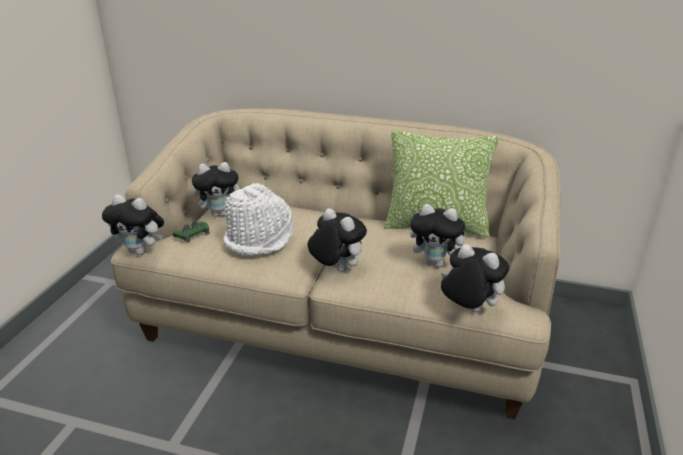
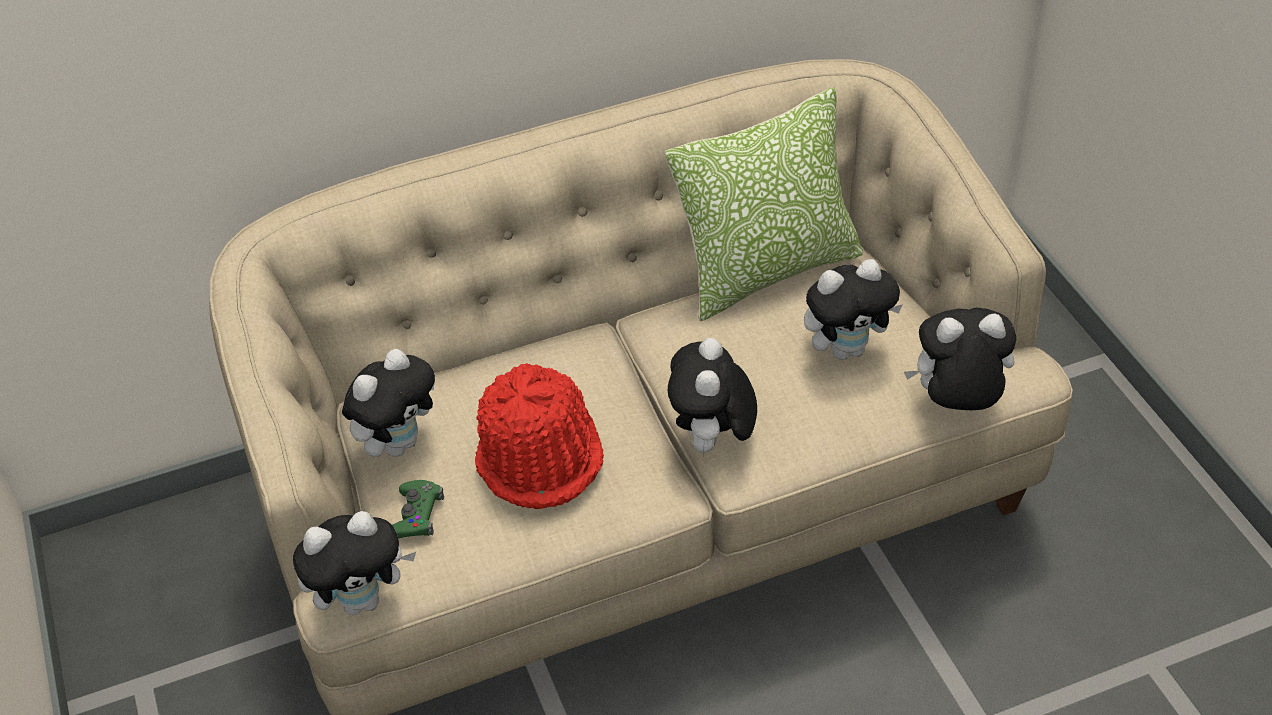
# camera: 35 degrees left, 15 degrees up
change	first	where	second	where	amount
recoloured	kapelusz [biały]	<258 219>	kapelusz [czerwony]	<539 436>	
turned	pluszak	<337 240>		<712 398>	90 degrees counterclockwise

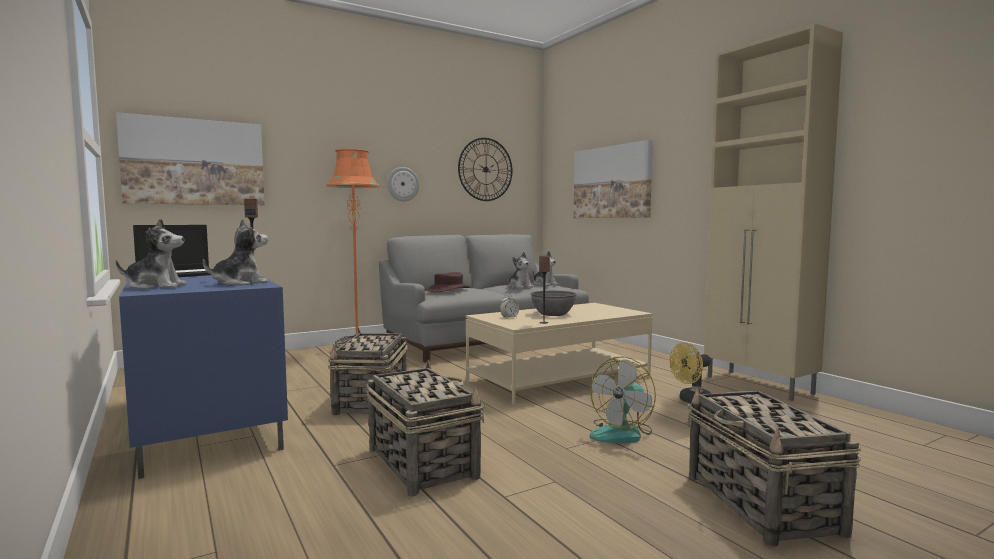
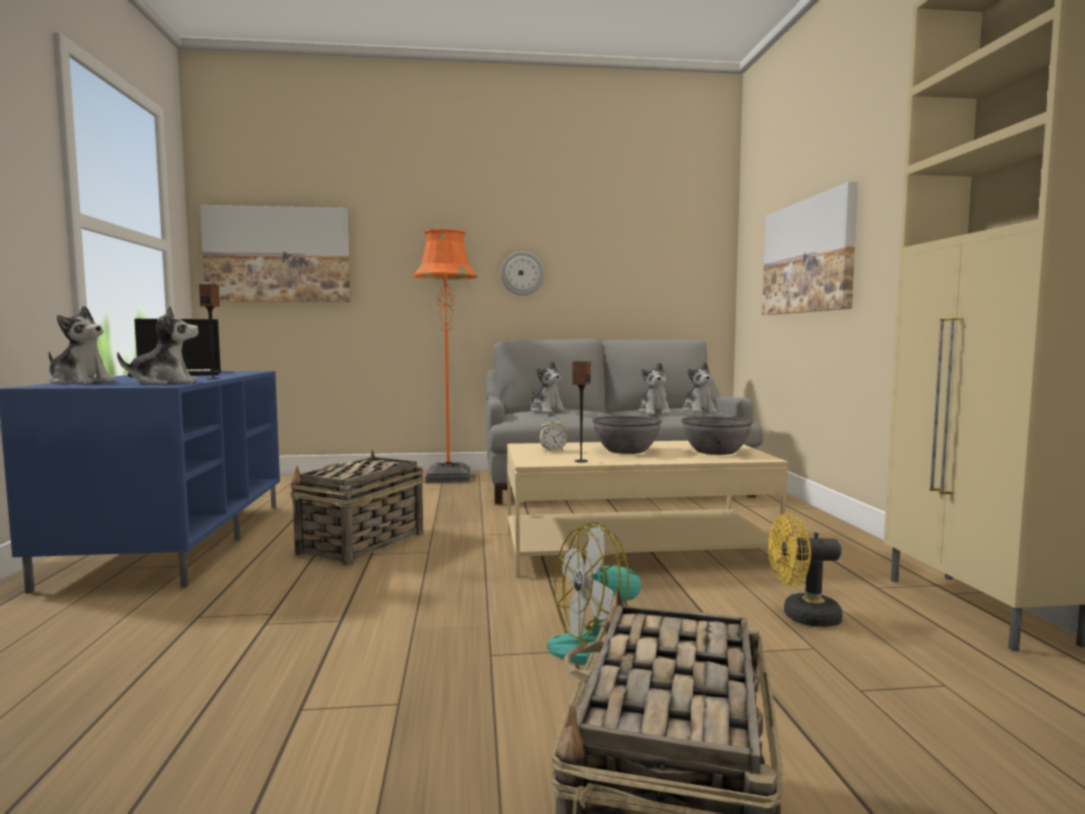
# camera: 25 degrees right, 0 degrees up
change	first	where	second	where	amount
replaced	kapelusz [brązowy]	<448 282>	pluszak	<548 387>	
added			miska [szary]	<717 435>	
removed	koszyk	<425 428>			
removed	zegar ścienny	<485 169>			

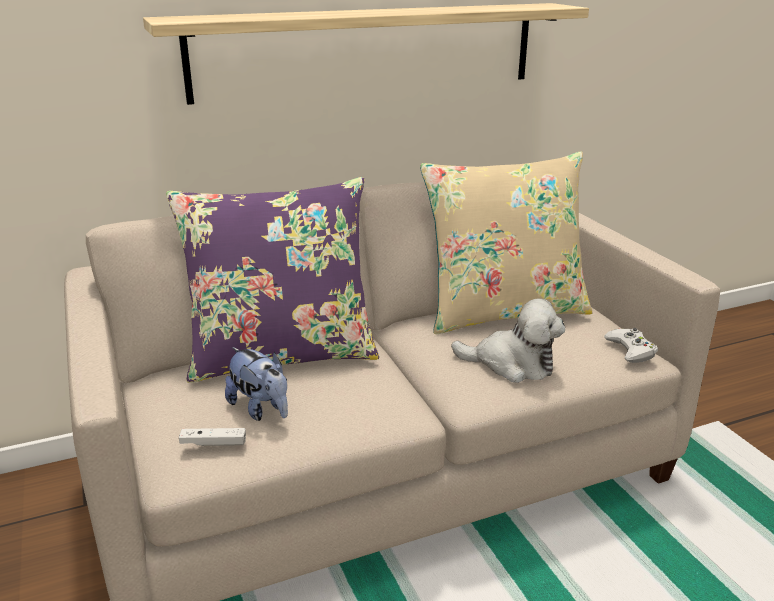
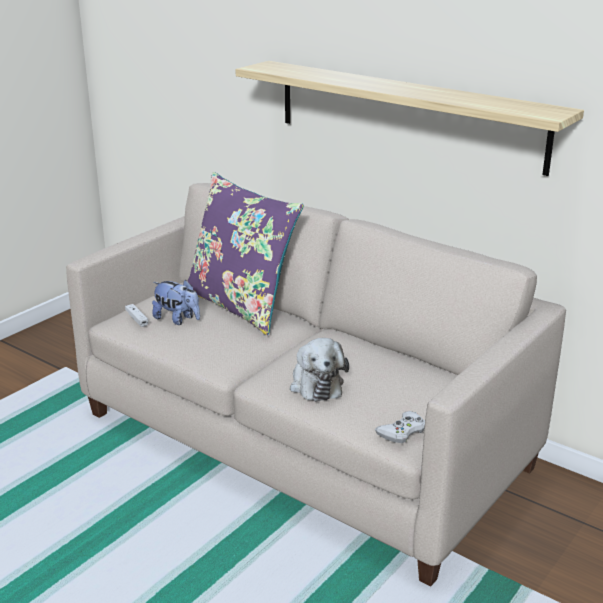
# camera: 60 degrees right, 0 degrees up
change	first	where	second	where	amount
turned	pluszak	<256 384>		<176 302>	75 degrees counterclockwise
removed	poduszka [beżowy]	<506 243>			

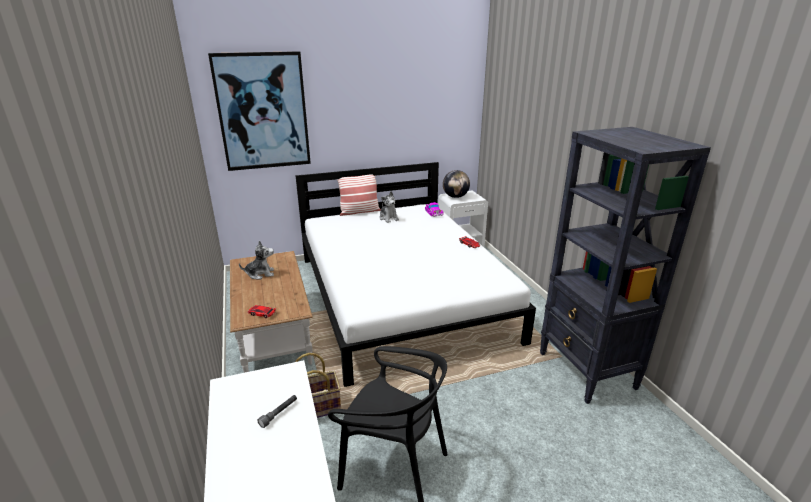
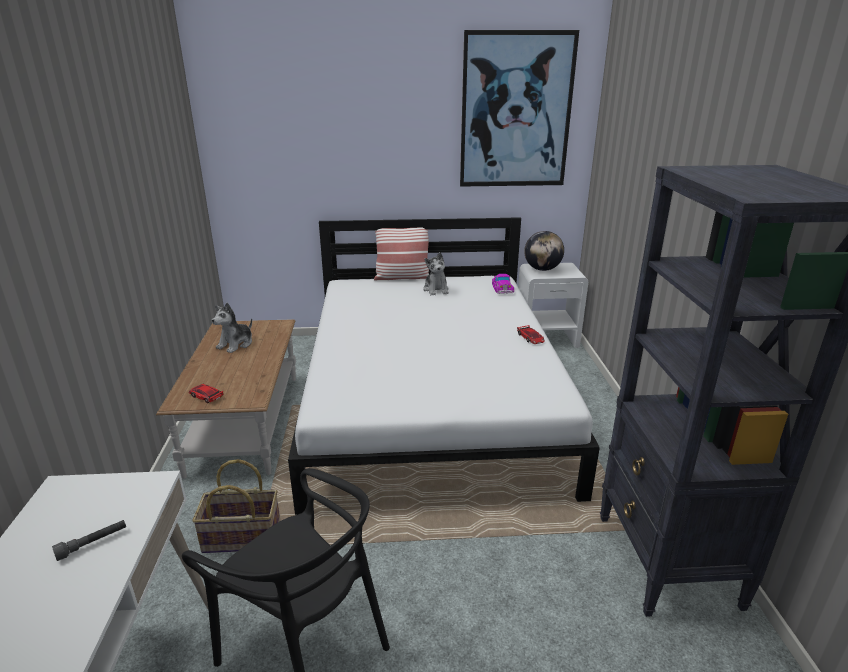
# camera: 15 degrees right, 0 degrees up
change	first	where	second	where	amount
turned	pluszak	<256 259>		<232 328>	120 degrees clockwise
moved	obraz	<259 111>		<519 108>	

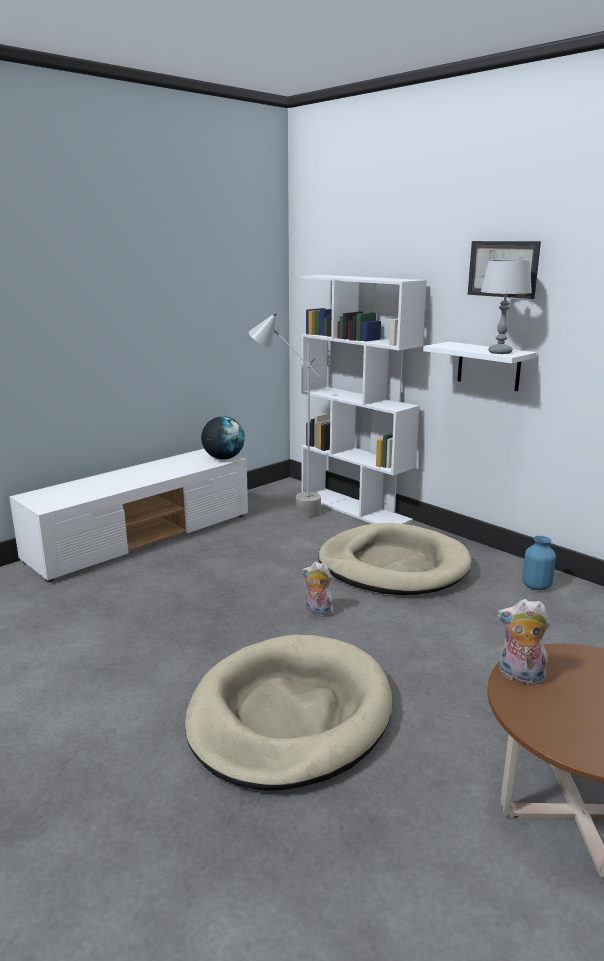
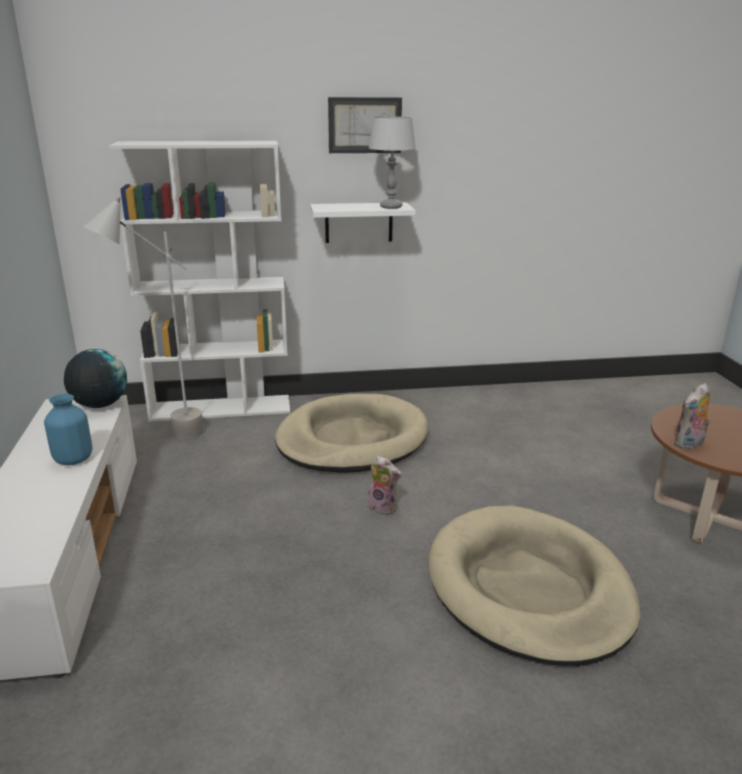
# camera: 55 degrees left, 5 degrees up
change	first	where	second	where	amount
moved	wazon [niebieski]	<539 563>		<68 429>	
turned	pluszak	<318 589>		<384 485>	120 degrees counterclockwise

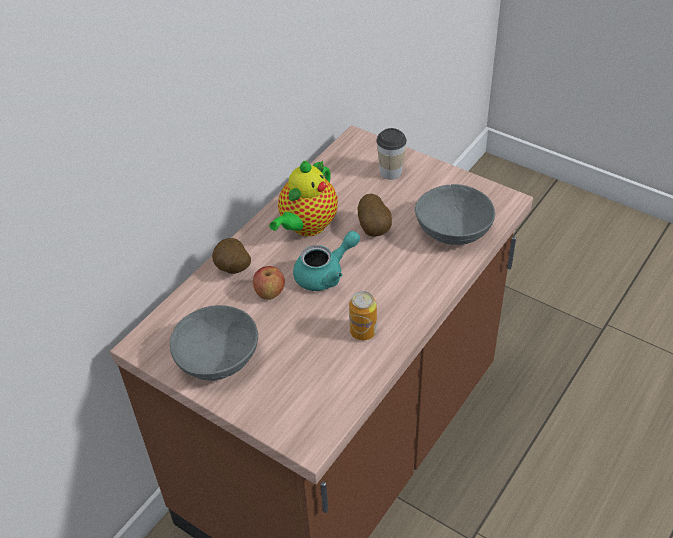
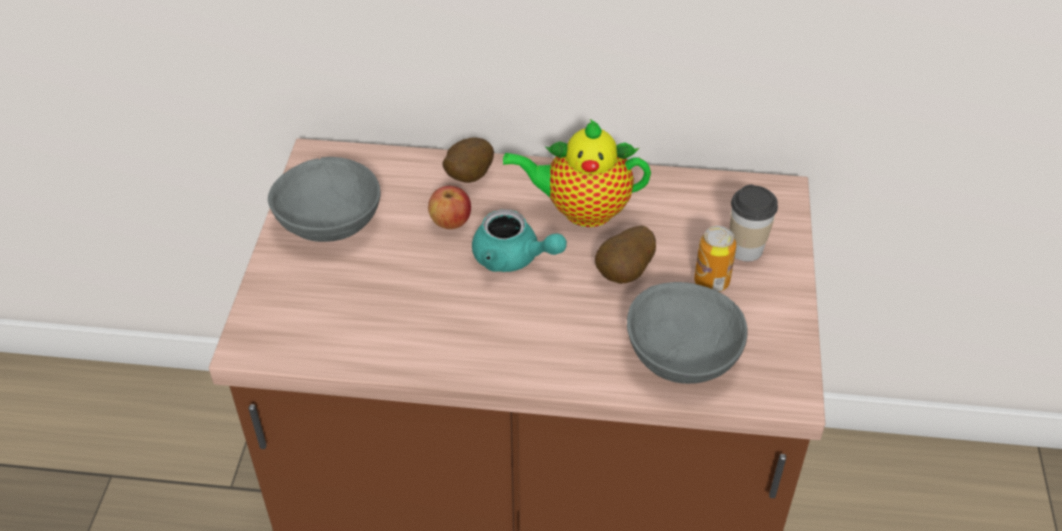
# camera: 60 degrees right, 0 degrees up
change	first	where	second	where	amount
moved	puszka	<363 315>		<715 259>	

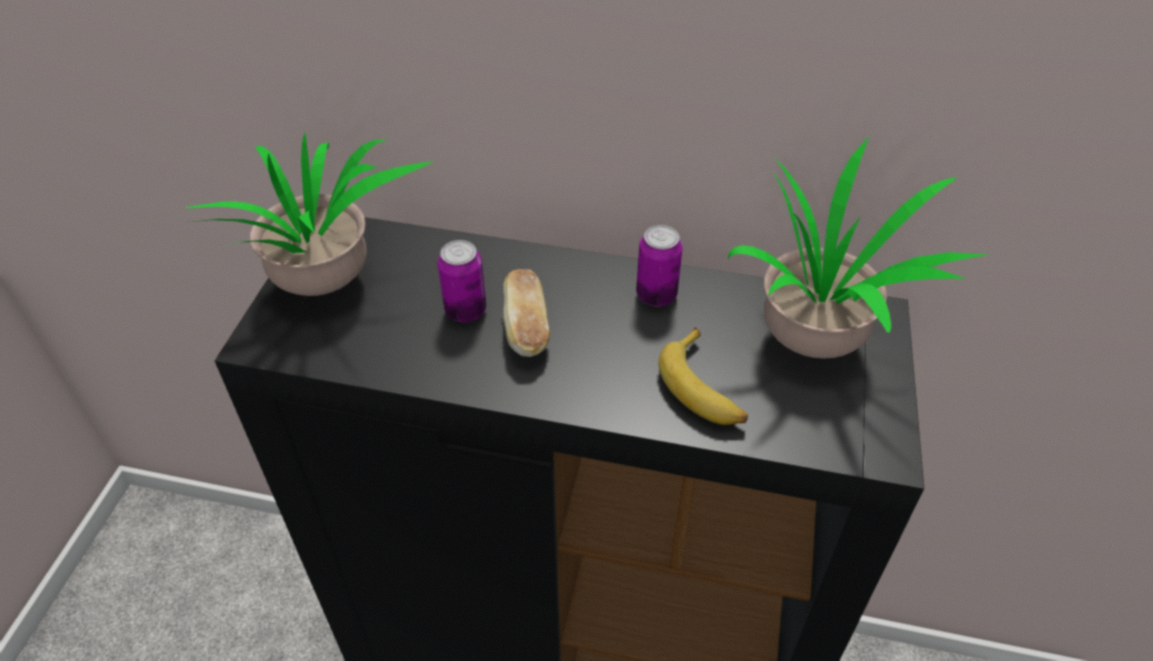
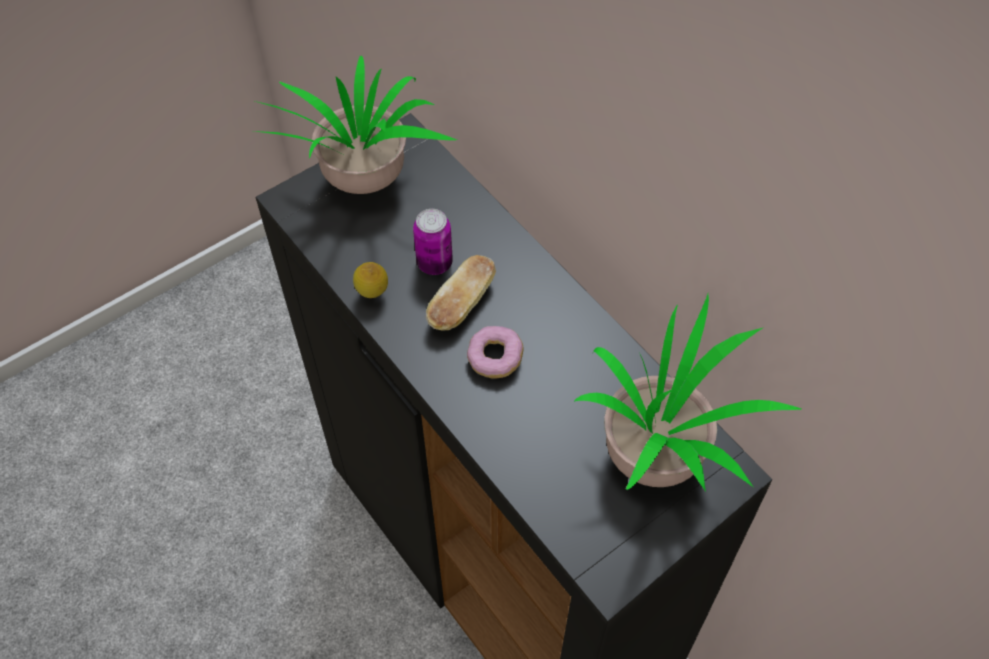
# camera: 40 degrees right, 10 degrees up
change	first	where	second	where	amount
added			cytryna	<370 280>	
added			donut	<495 352>	
removed	puszka	<659 266>			
removed	banan	<703 376>			

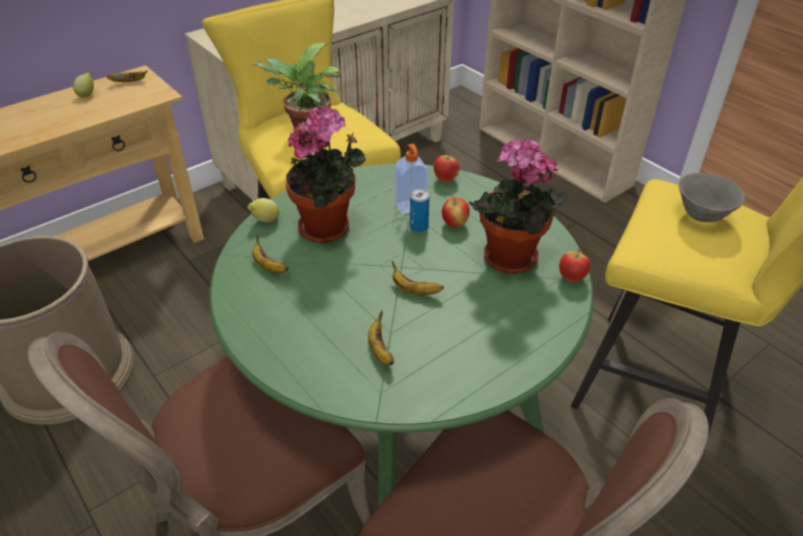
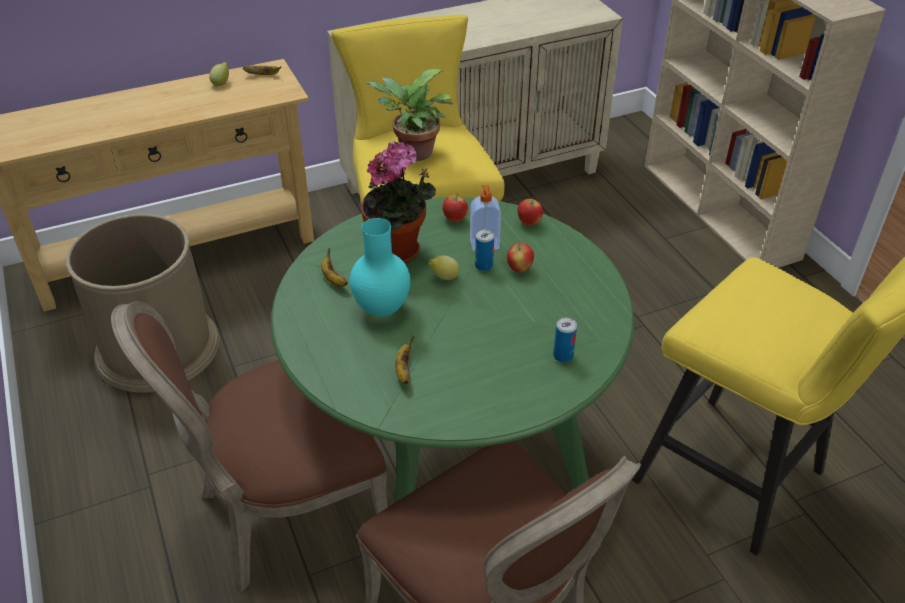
# camera: 15 degrees right, 0 degrees up
change	first	where	second	where	amount
added			wazon [turkusowy]	<380 267>	
moved	cytryna	<263 210>		<444 267>	
moved	jabłko	<575 265>		<455 207>	
added			puszka	<565 340>	
removed	banan	<418 278>			
removed	roślina doniczkowa	<518 206>			
removed	miska [szary]	<712 197>			

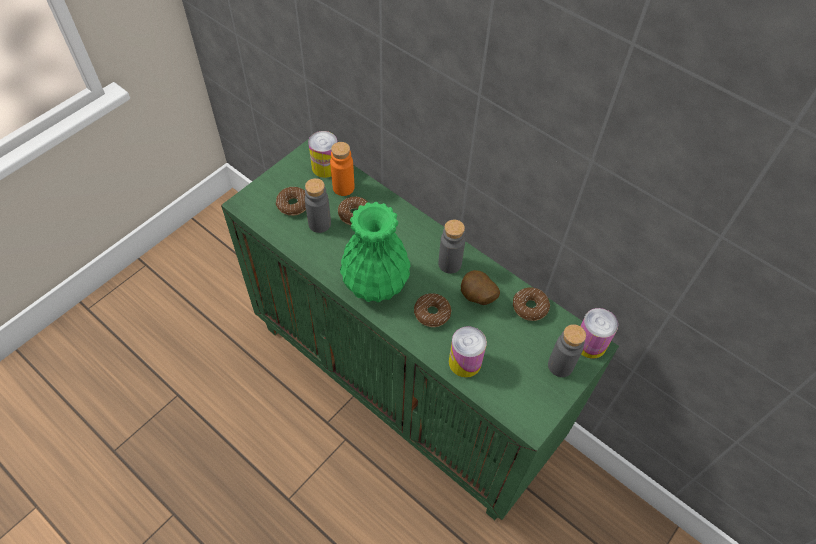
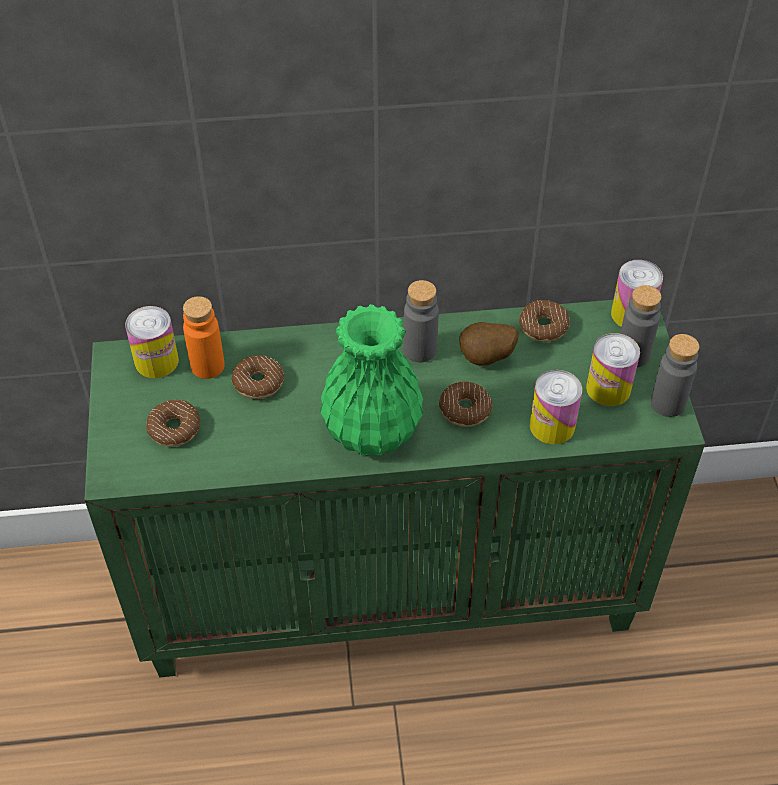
# camera: 45 degrees left, 5 degrees down
change	first	where	second	where	amount
added			puszka	<613 369>	
moved	butelka [szary]	<318 205>		<675 375>	

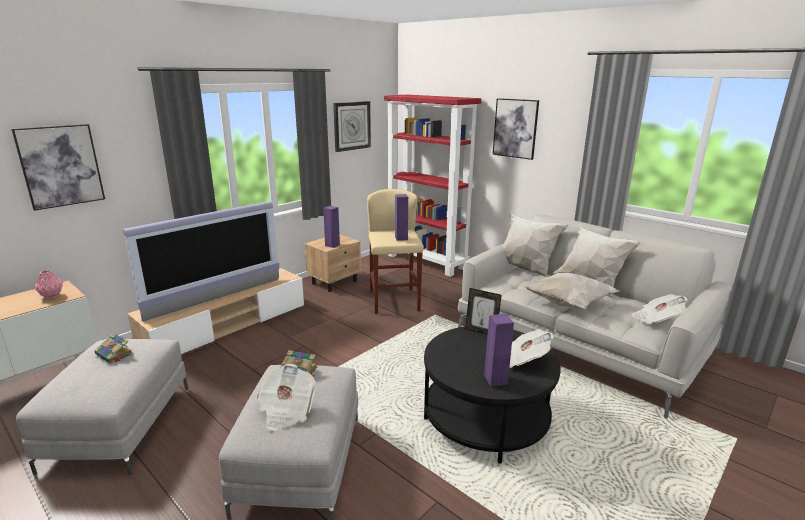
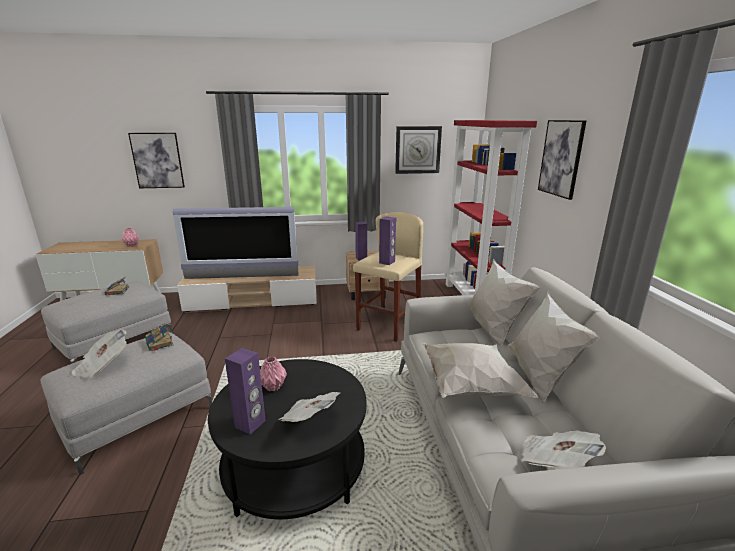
# camera: 40 degrees right, 0 degrees up
change	first	where	second	where	amount
added			wazon [różowy]	<273 373>	
removed	ramka na zdjęcie	<483 311>			

